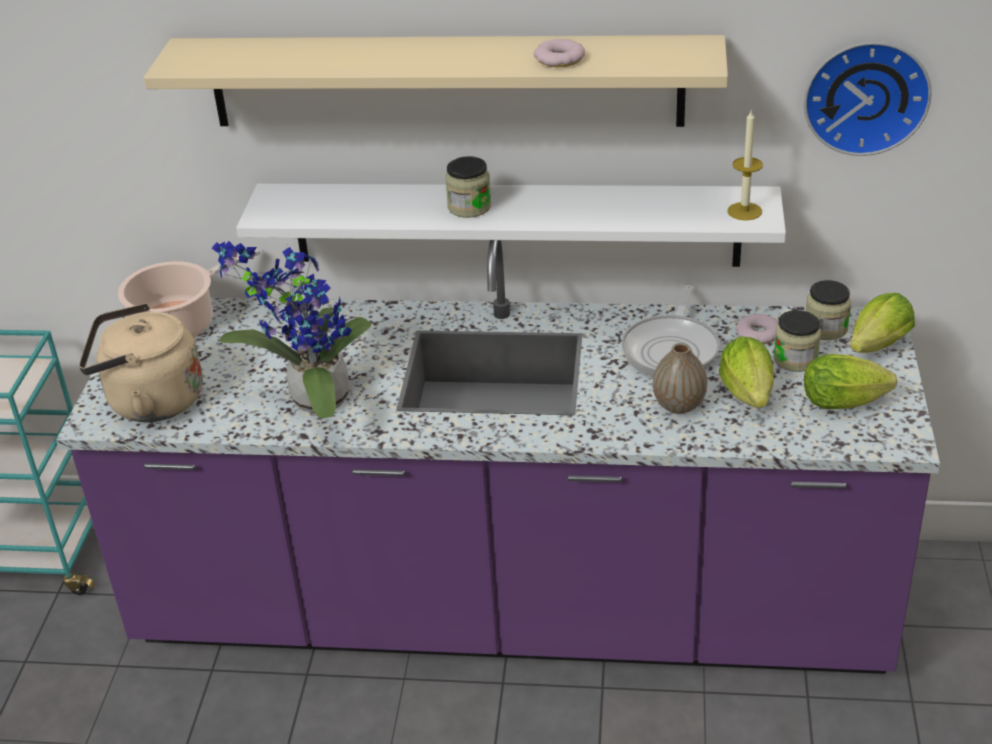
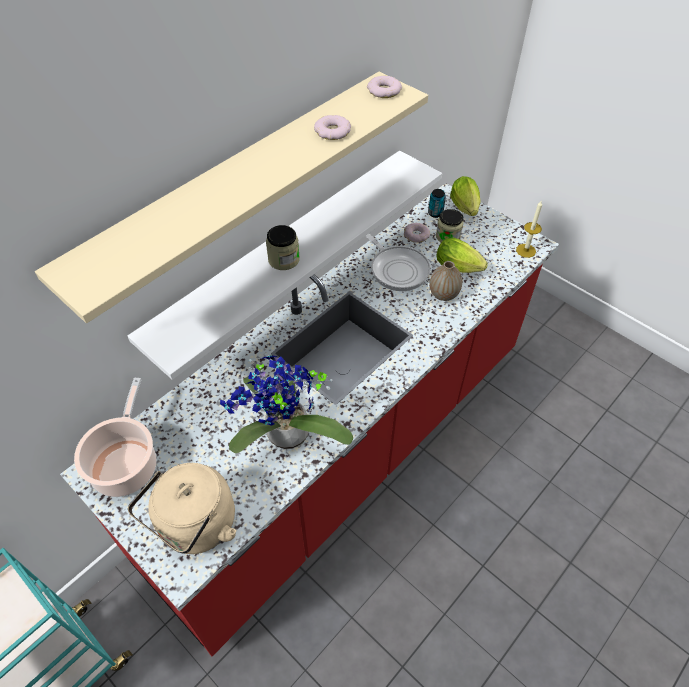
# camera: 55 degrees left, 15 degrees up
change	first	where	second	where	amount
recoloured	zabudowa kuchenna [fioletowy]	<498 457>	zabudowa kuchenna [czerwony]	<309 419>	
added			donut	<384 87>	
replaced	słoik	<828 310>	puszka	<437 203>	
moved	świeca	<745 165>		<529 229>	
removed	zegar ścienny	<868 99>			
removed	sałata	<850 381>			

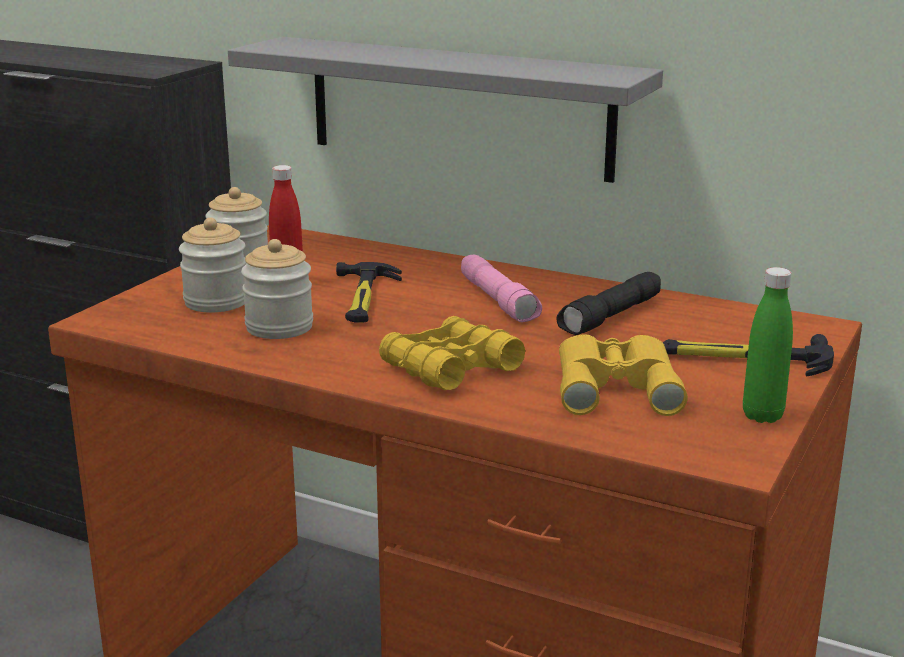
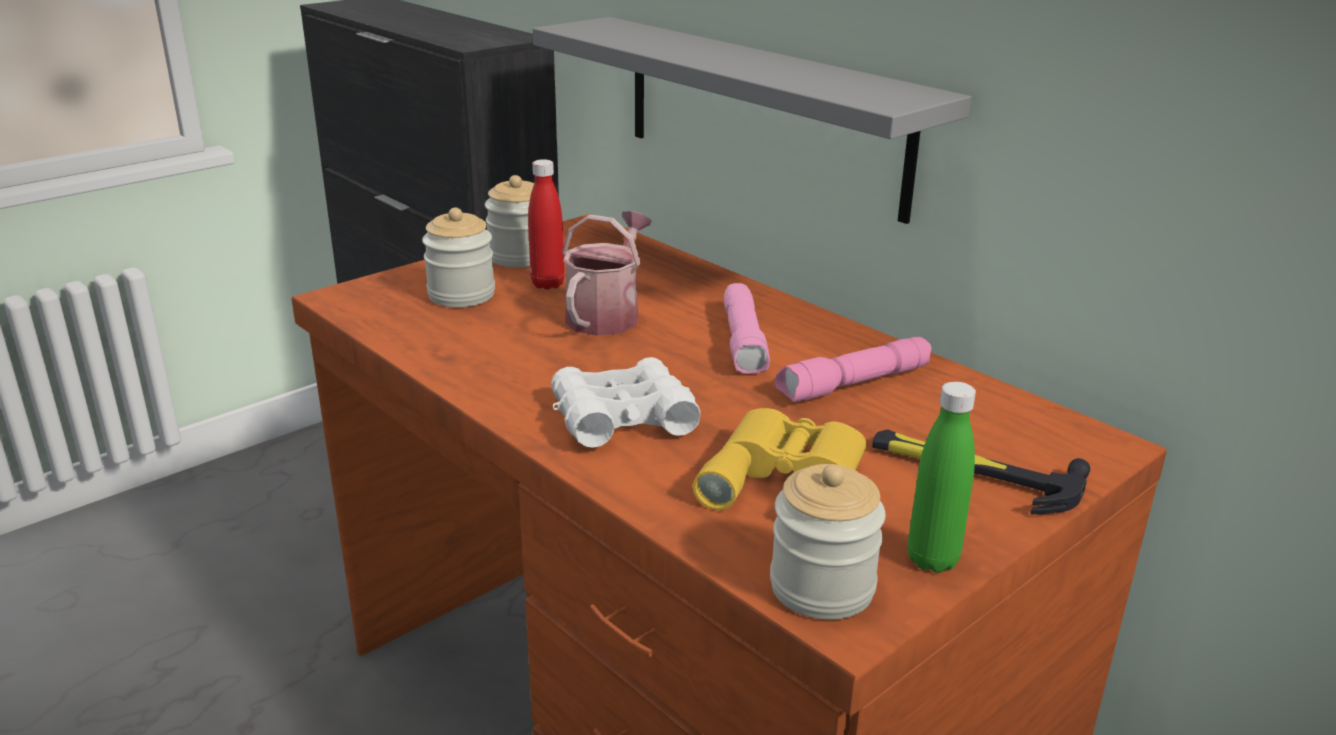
# camera: 20 degrees right, 5 degrees up
change	first	where	second	where	amount
recoloured	lornetka [żółty]	<452 353>	lornetka [biały]	<625 402>	
replaced	młotek	<369 292>	konewka	<607 273>	
moved	słoik	<277 289>		<828 542>	
recoloured	latarka [czarny]	<609 303>	latarka [różowy]	<853 369>	

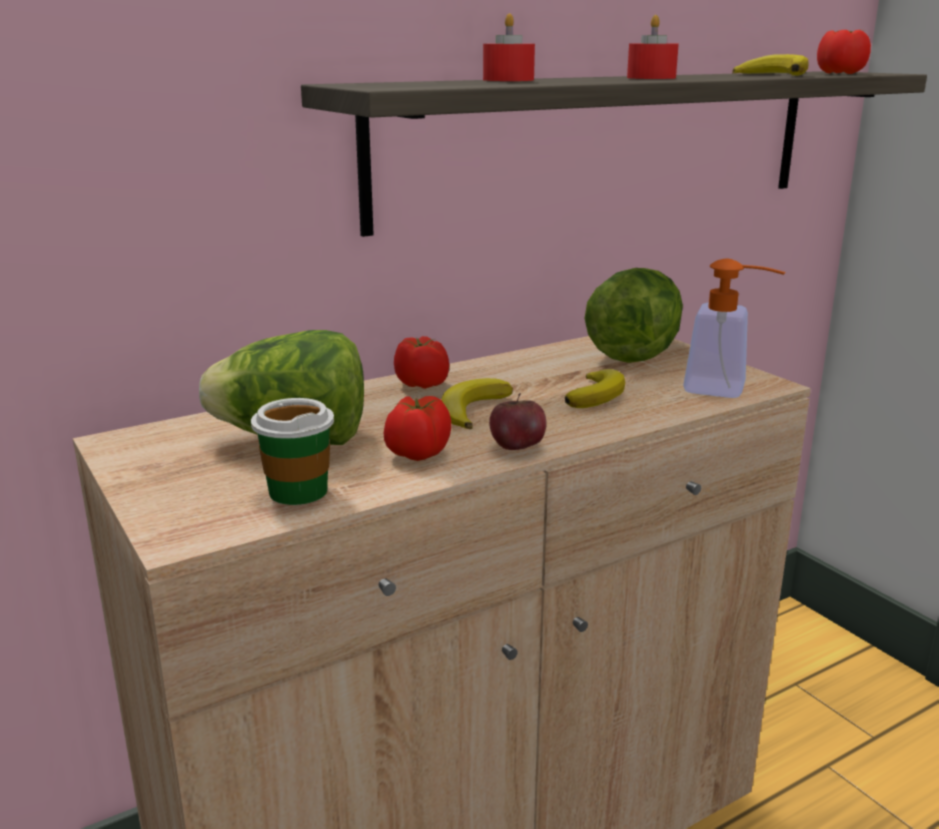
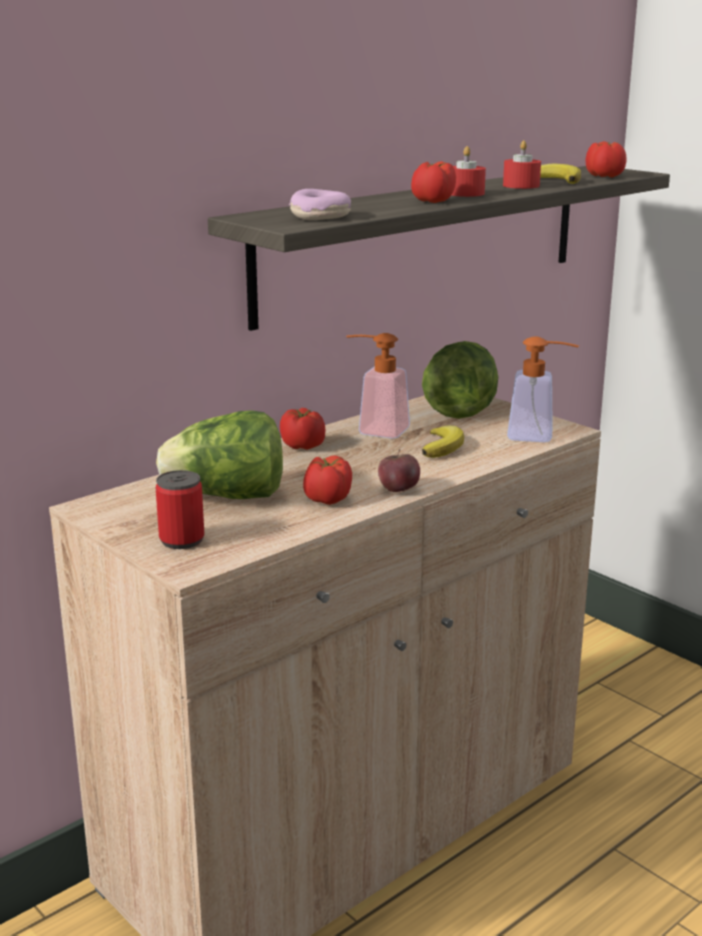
# camera: 10 degrees left, 0 degrees up
change	first	where	second	where	amount
added			puszka	<180 509>	
added			donut	<320 204>	
added			dozownik mydła	<378 386>	
added			pomidor	<433 182>	
moved	świeca [czerwony]	<509 47>		<522 164>	
removed	filiżanka	<292 451>			
removed	banan	<477 403>			

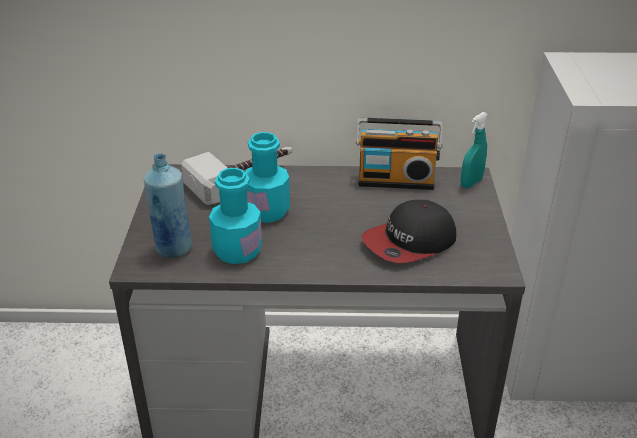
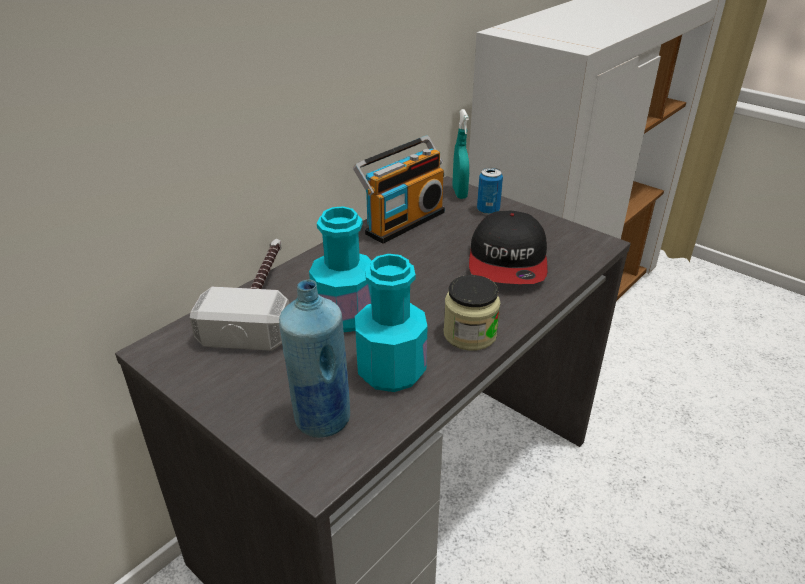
# camera: 50 degrees left, 0 degrees up
change	first	where	second	where	amount
added			słoik	<472 313>	
added			puszka	<490 191>	

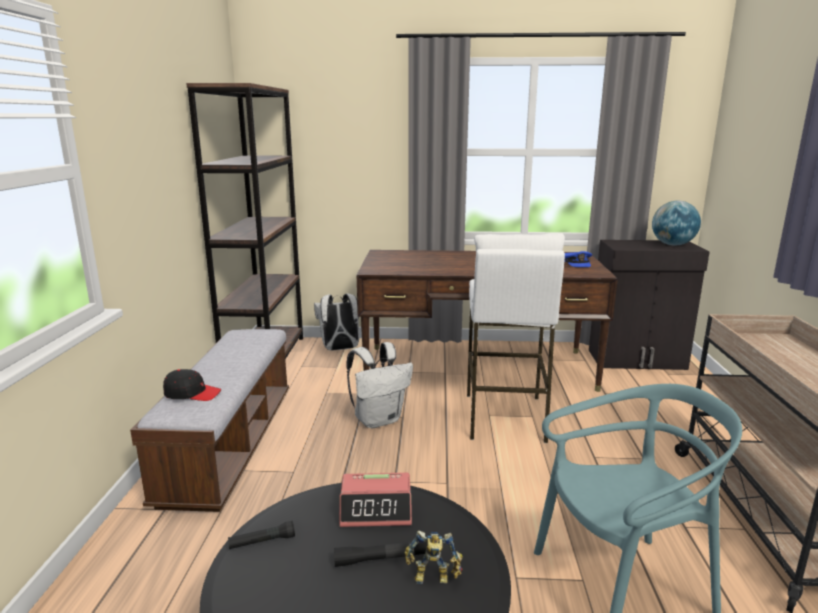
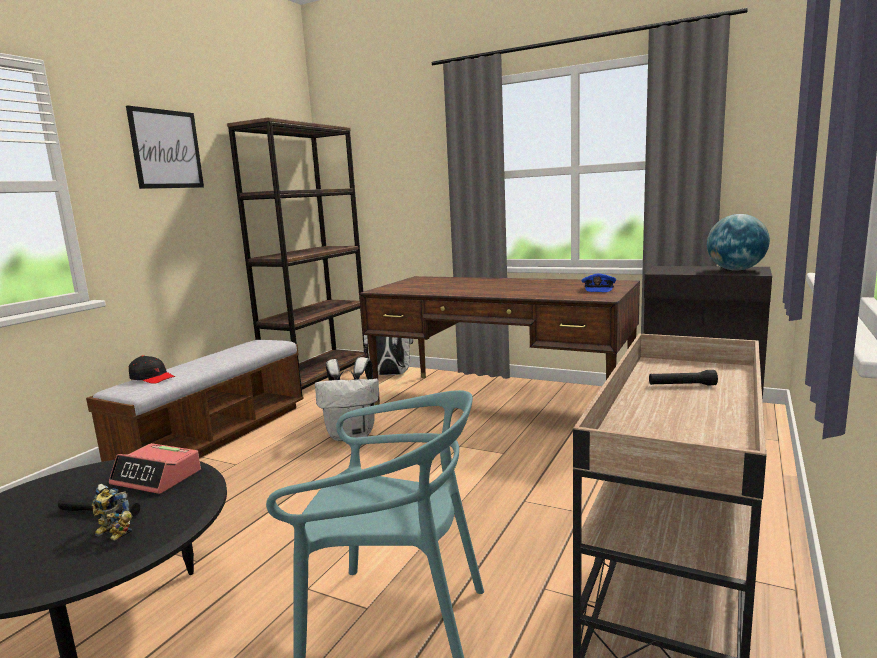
# camera: 25 degrees right, 5 degrees down
change	first	where	second	where	amount
added			obraz	<165 147>	
moved	latarka [czarny]	<261 535>		<683 377>	
removed	stołek [biały]	<516 338>			

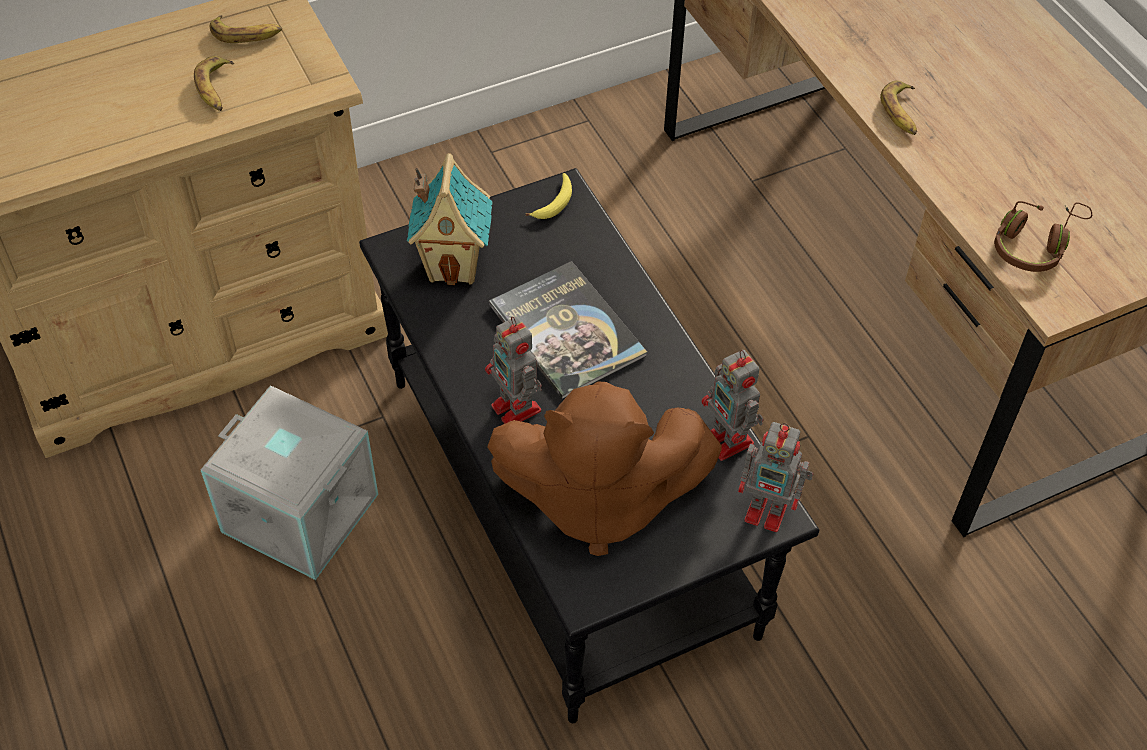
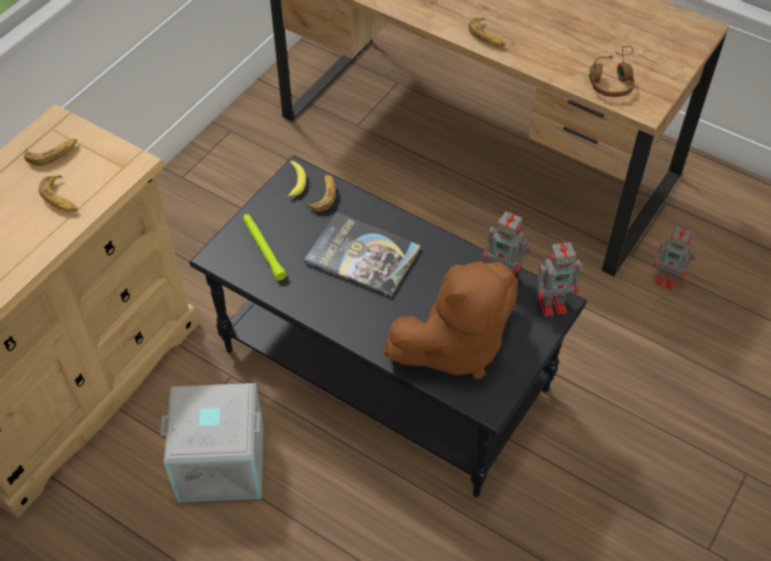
# camera: 30 degrees left, 0 degrees up
change	first	where	second	where	amount
replaced	domek	<450 219>	latarka [zielony]	<265 247>	
added			banan	<321 193>	
moved	robot zabawkowy	<513 370>		<674 258>	

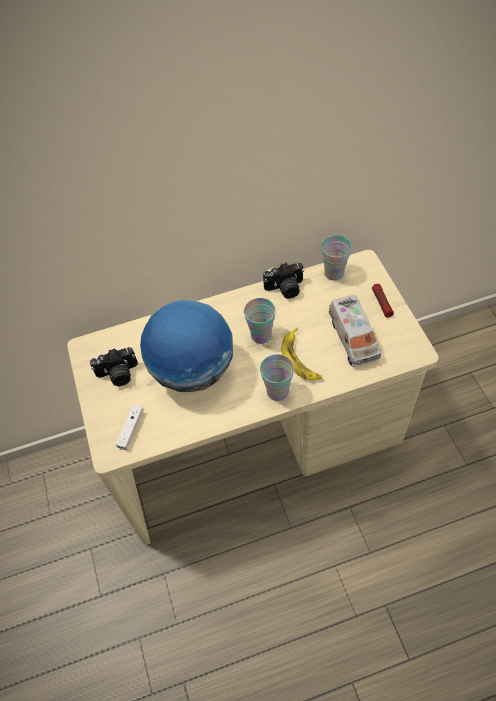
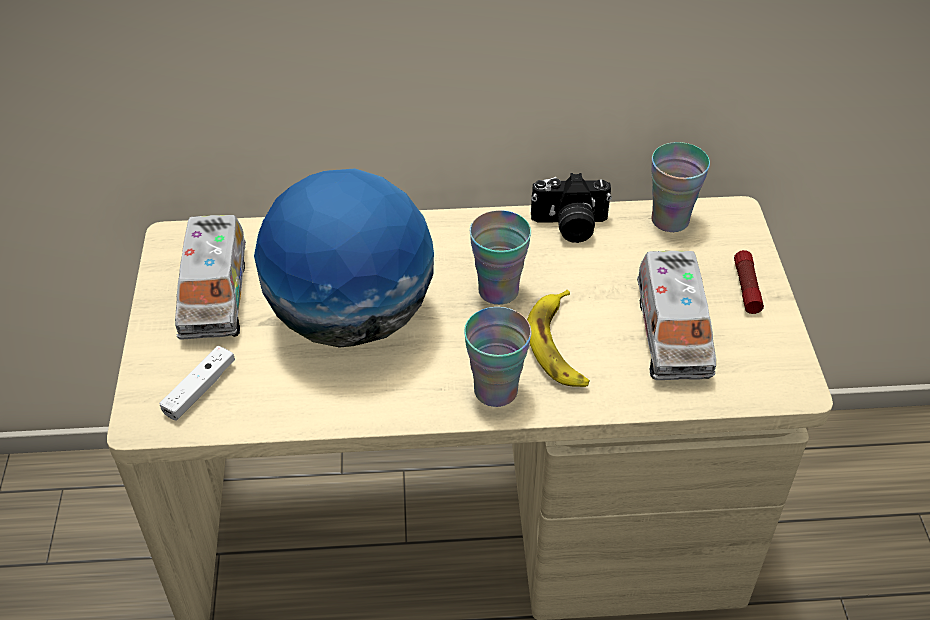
# camera: 10 degrees right, 10 degrees down
change	first	where	second	where	amount
replaced	aparat fotograficzny	<114 366>	ciężarówka zabawkowa	<210 277>	

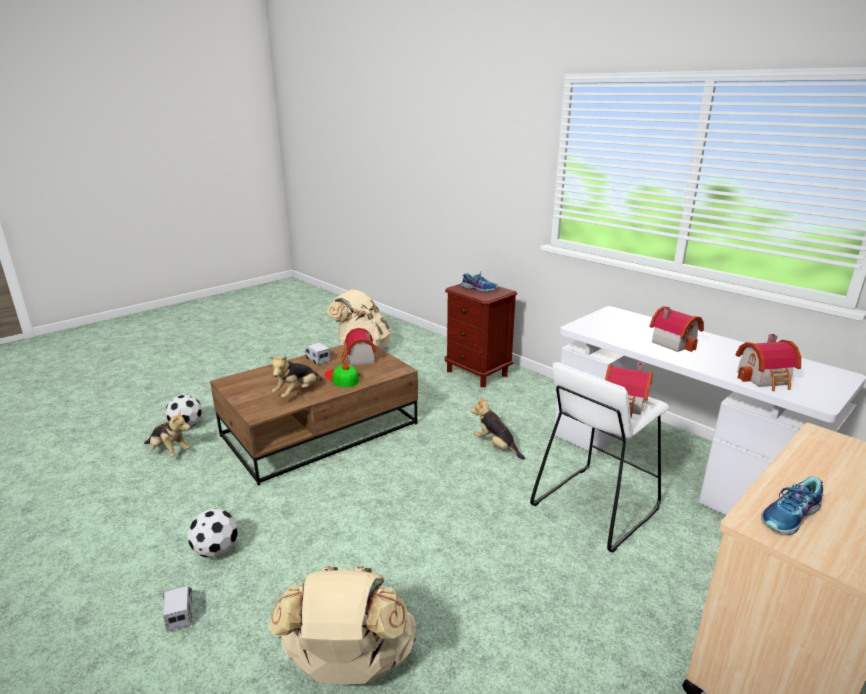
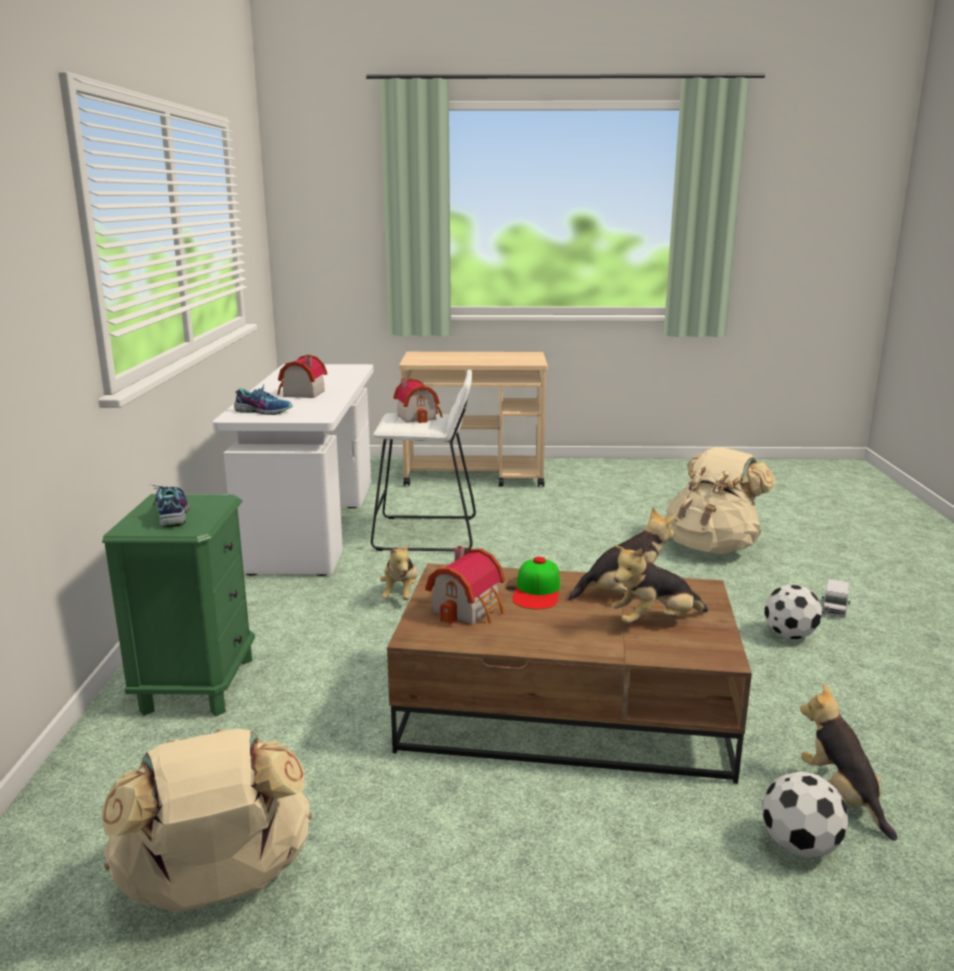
# camera: 135 degrees left, 5 degrees down
change	first	where	second	where	amount
recoloured	szafka nocna [brązowy]	<480 335>	szafka nocna [zielony]	<178 605>	
moved	but	<792 505>		<263 400>	
added			pluszak	<660 584>	
removed	ciężarówka zabawkowa	<317 353>			
removed	domek	<768 362>			

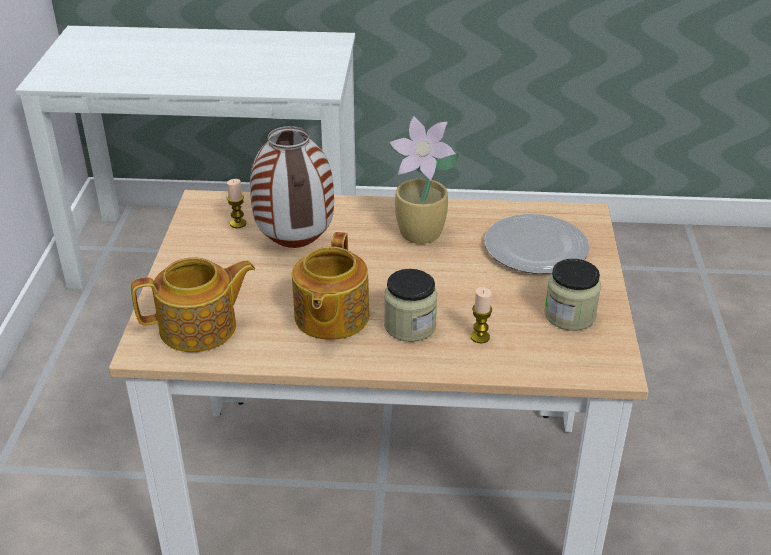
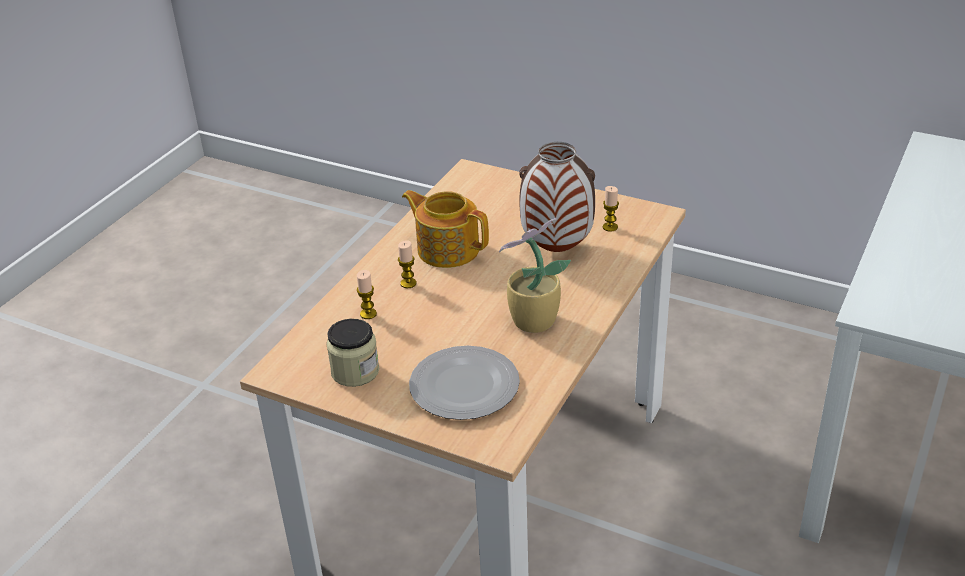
# camera: 115 degrees right, 0 degrees up
change	first	where	second	where	amount
replaced	słoik	<411 305>	świeca	<407 264>	
removed	imbryk	<193 304>			

